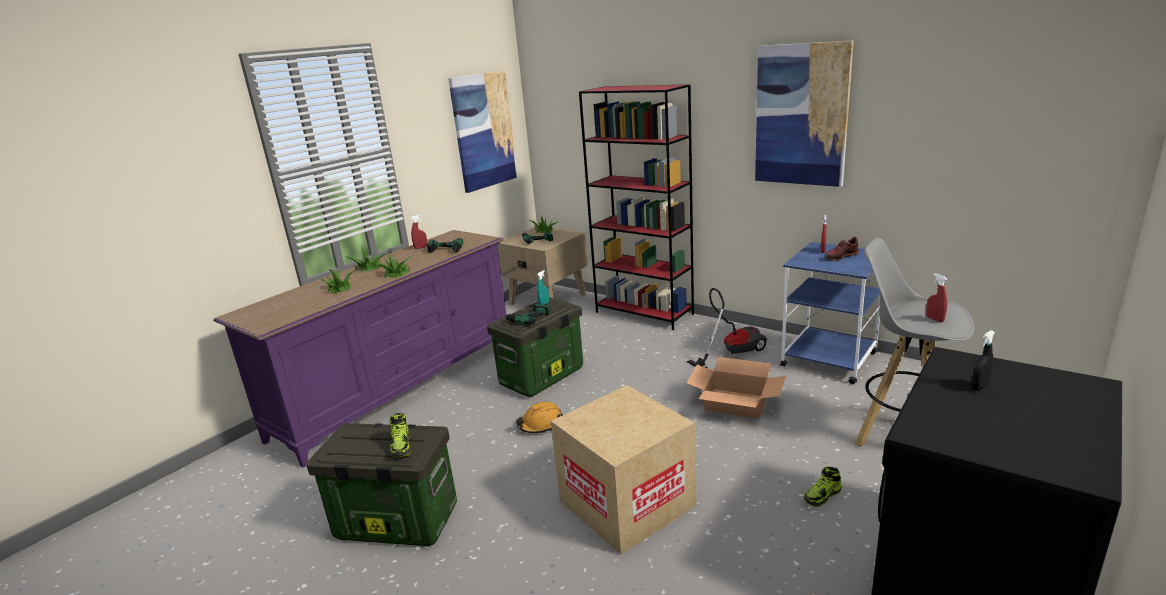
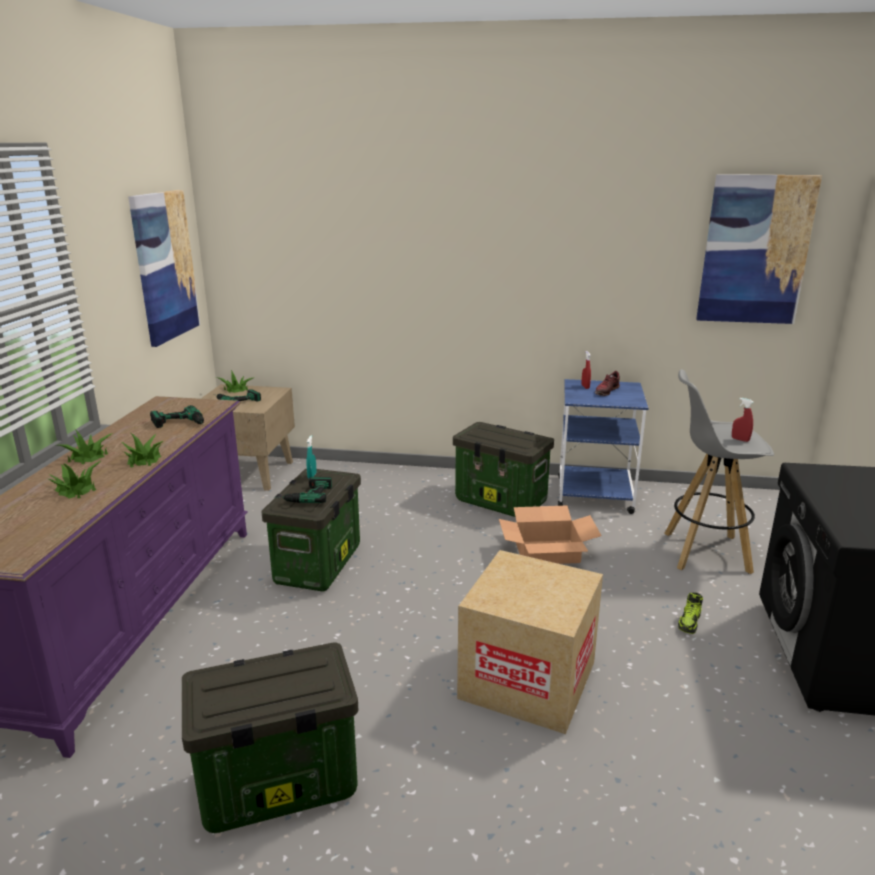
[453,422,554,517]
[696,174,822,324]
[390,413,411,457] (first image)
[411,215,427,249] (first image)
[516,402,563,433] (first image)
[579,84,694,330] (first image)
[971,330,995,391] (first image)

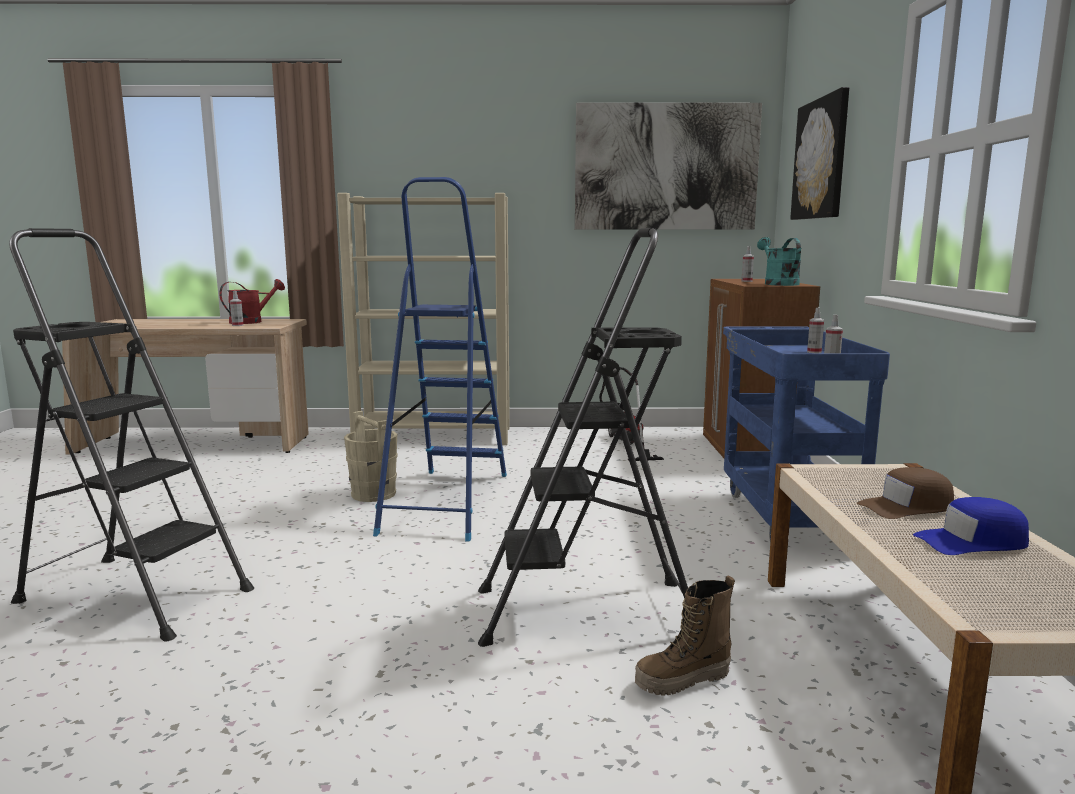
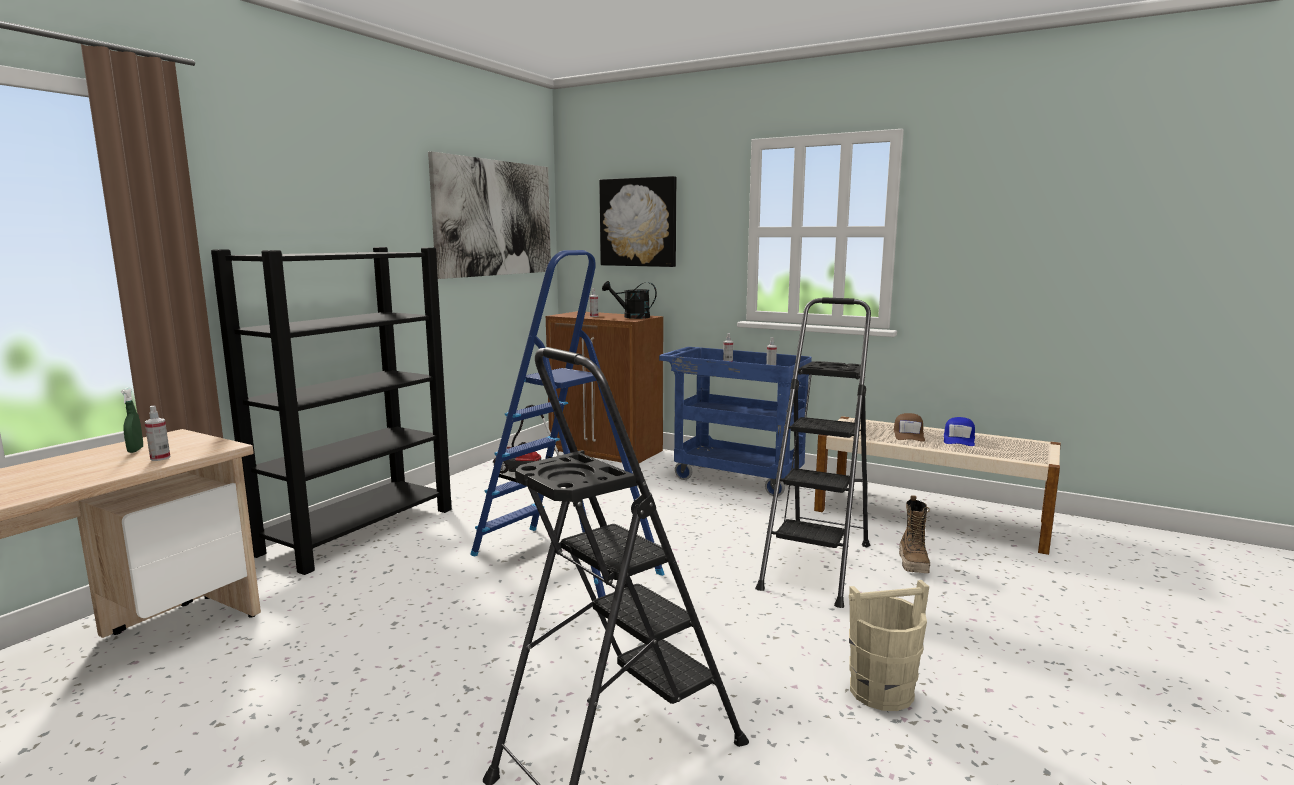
[121,387,143,453]
[211,247,452,575]
[602,281,657,319]
[849,580,929,711]

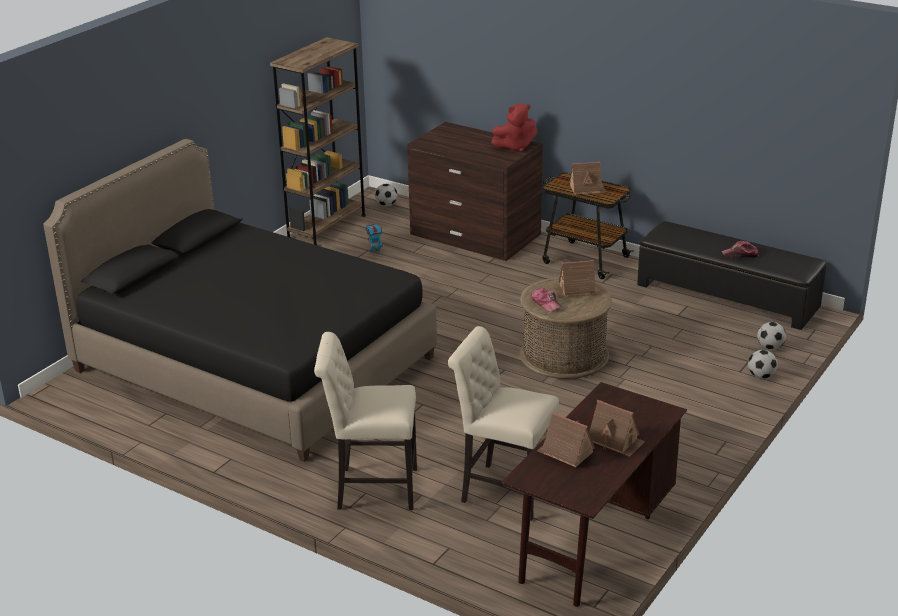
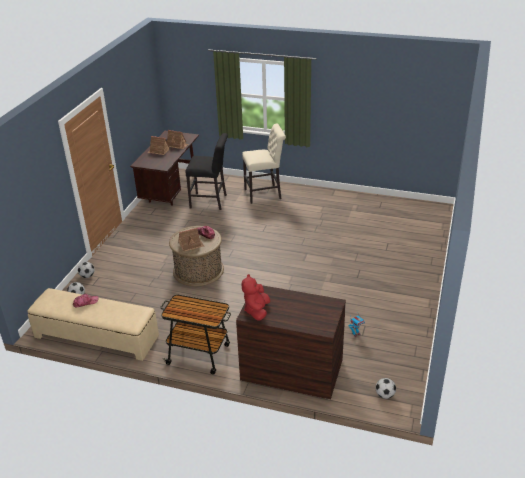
[27,288,159,361]
[185,133,228,210]
[241,274,270,321]
[43,139,437,462] (first image)
[270,37,366,246] (first image)
[569,162,607,195] (first image)

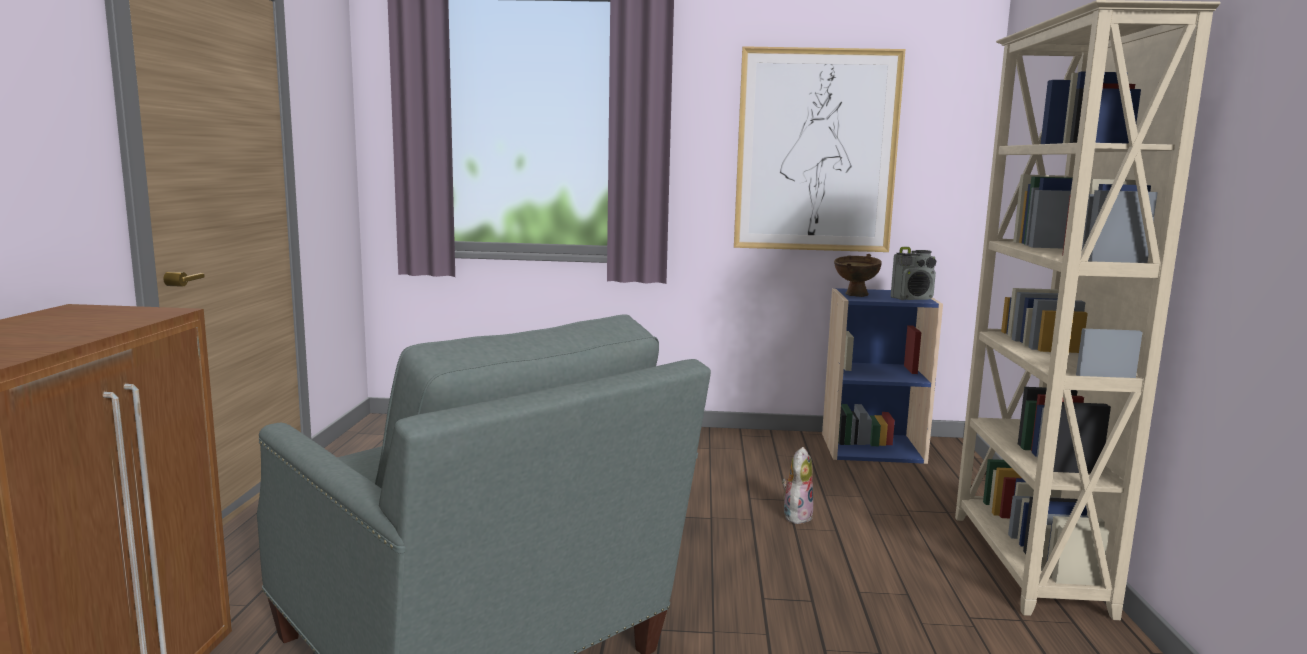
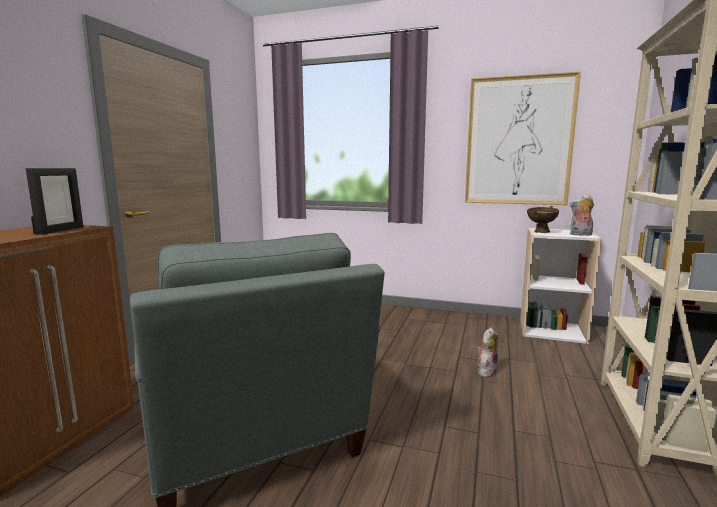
[26,168,83,235]
[520,228,602,344]
[569,194,594,236]

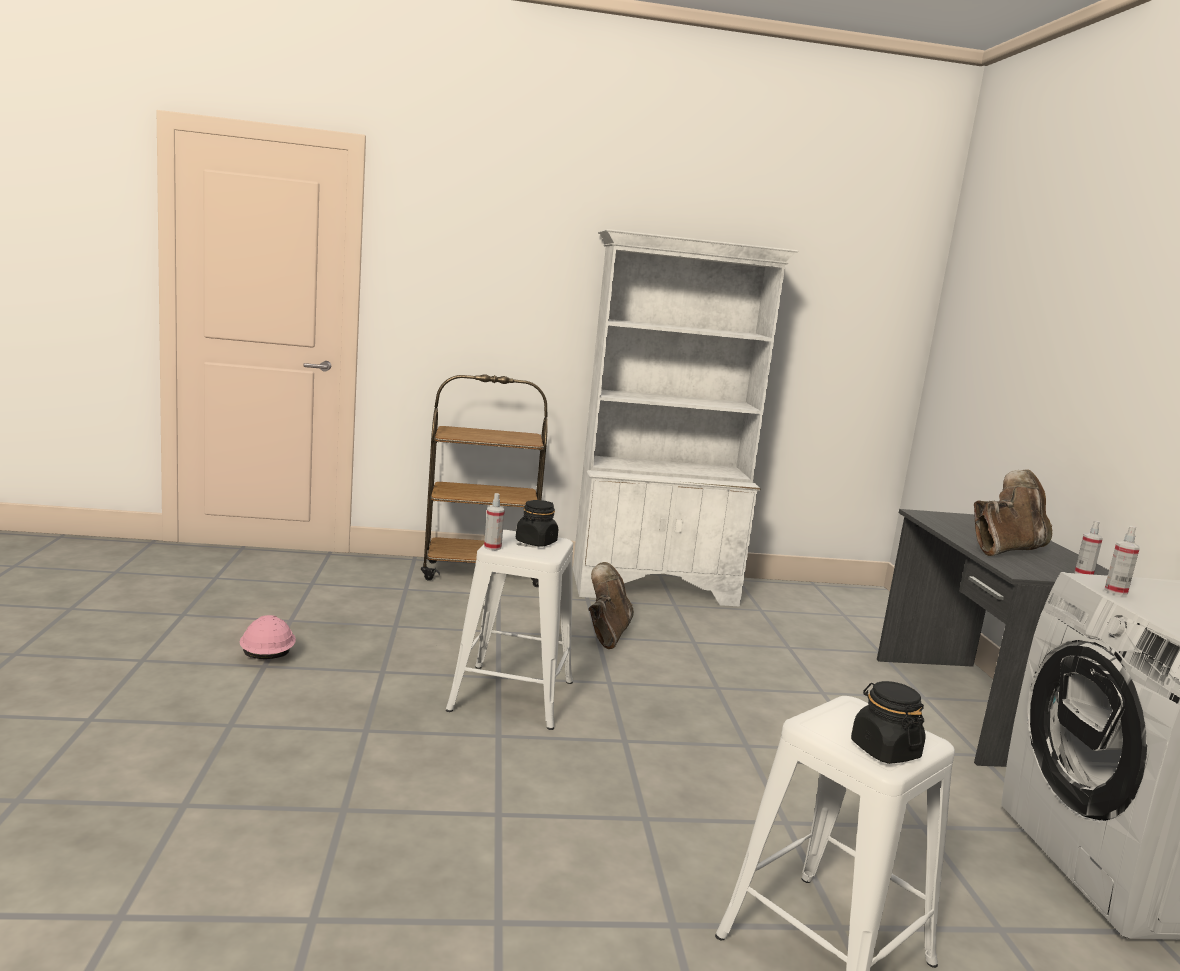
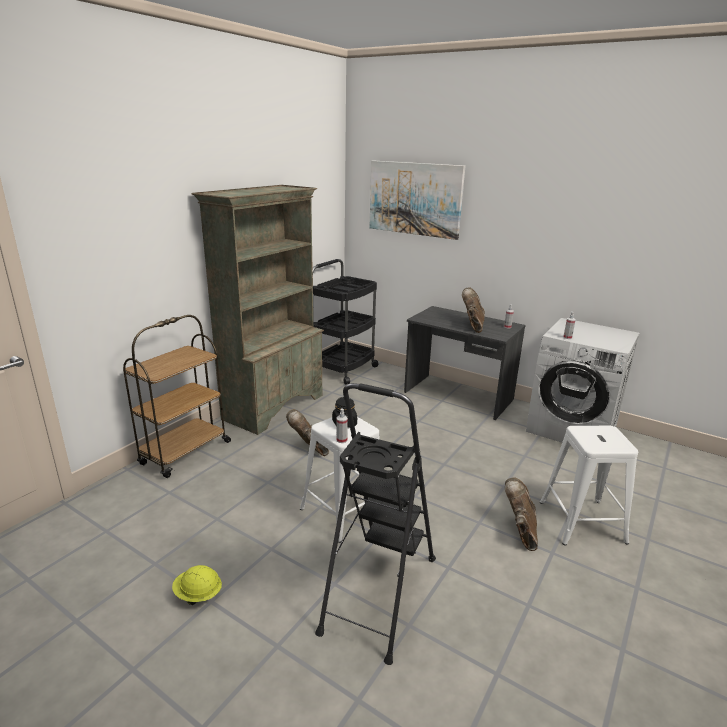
[172,565,222,605]
[191,185,324,435]
[312,259,378,385]
[315,383,436,665]
[369,160,465,240]
[505,477,538,551]
[851,681,925,764] (first image)

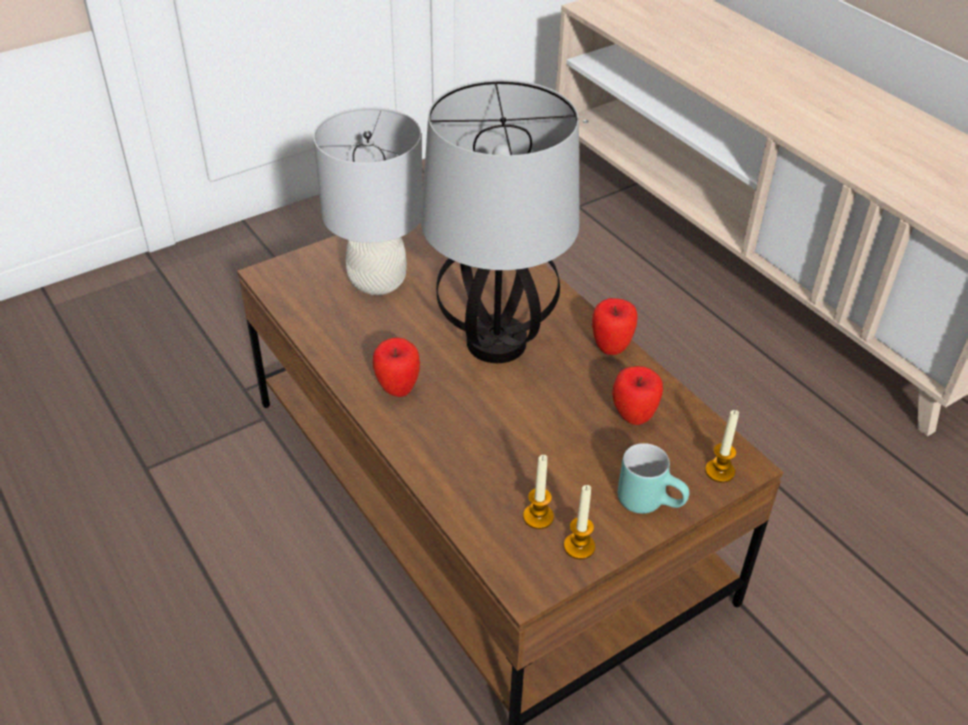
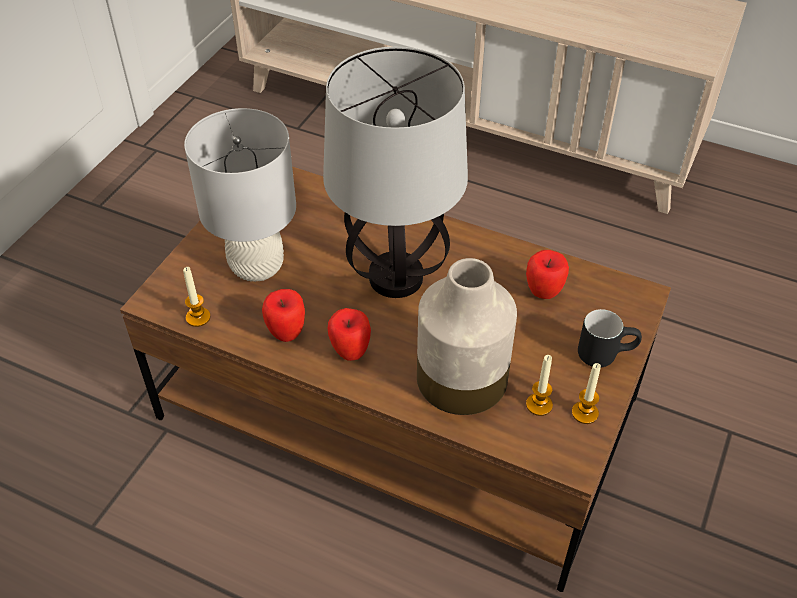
[183,267,211,327]
[262,289,305,342]
[417,258,517,415]
[578,309,642,368]

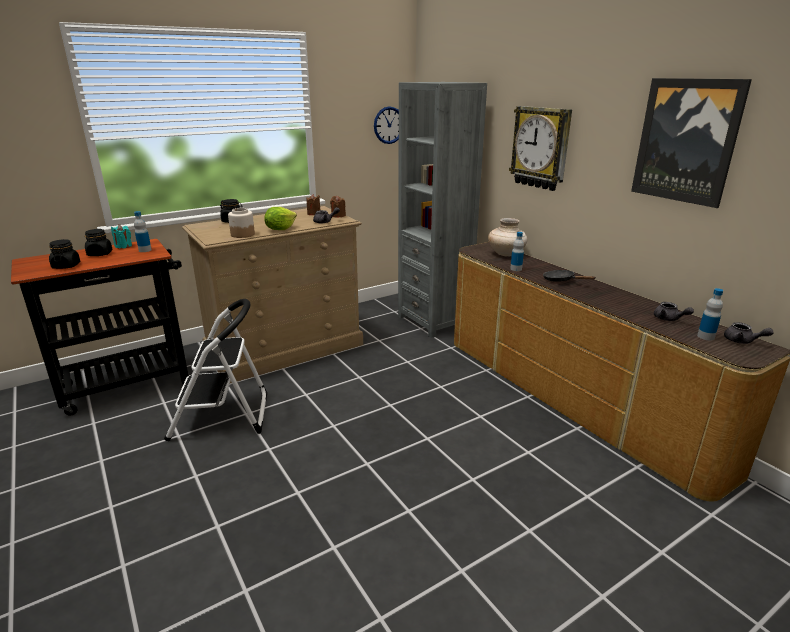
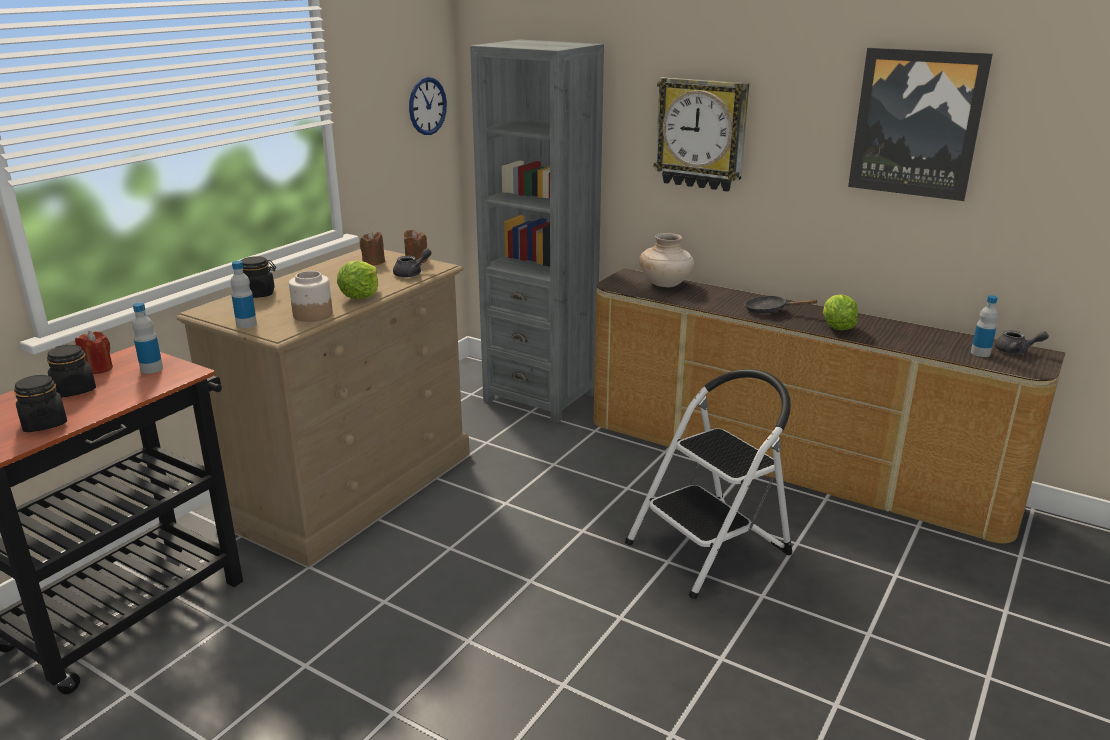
[75,331,113,374]
[231,261,257,328]
[625,369,792,599]
[823,294,858,330]
[654,302,694,321] (first image)

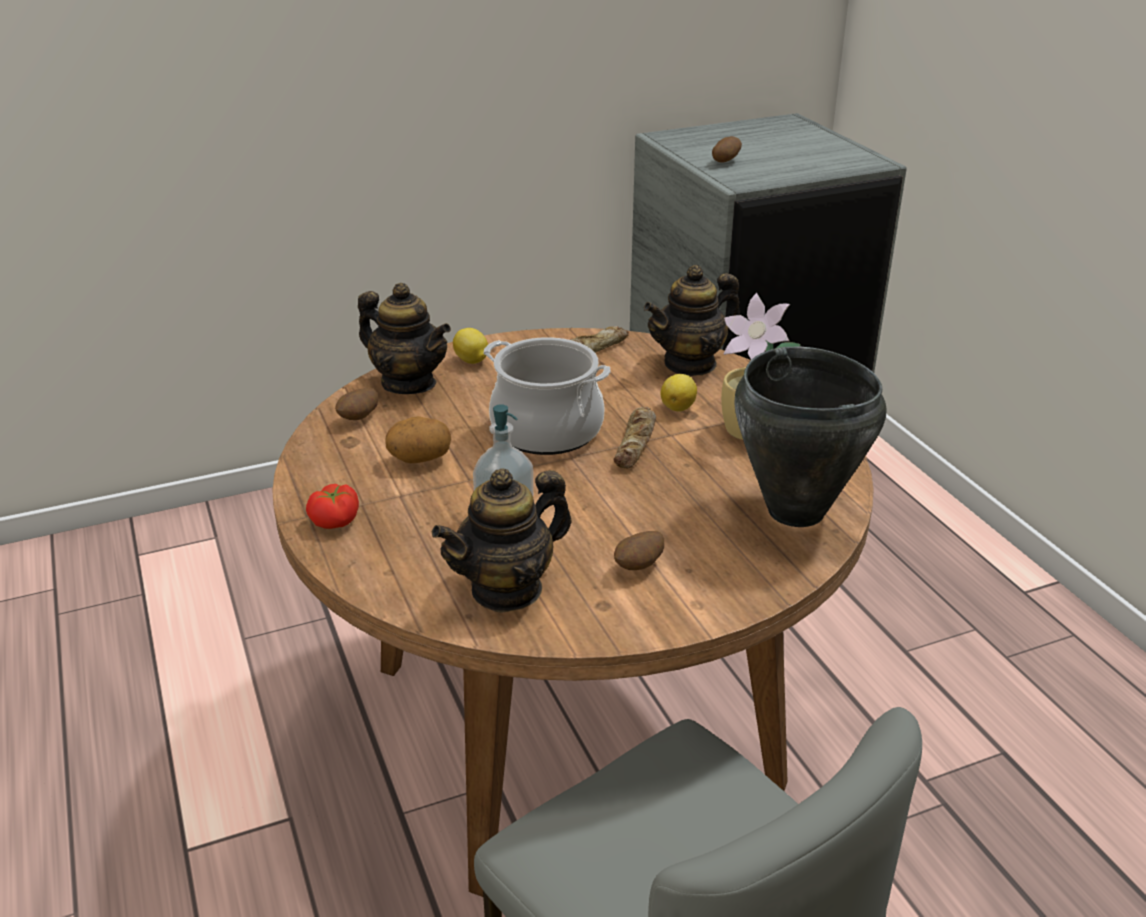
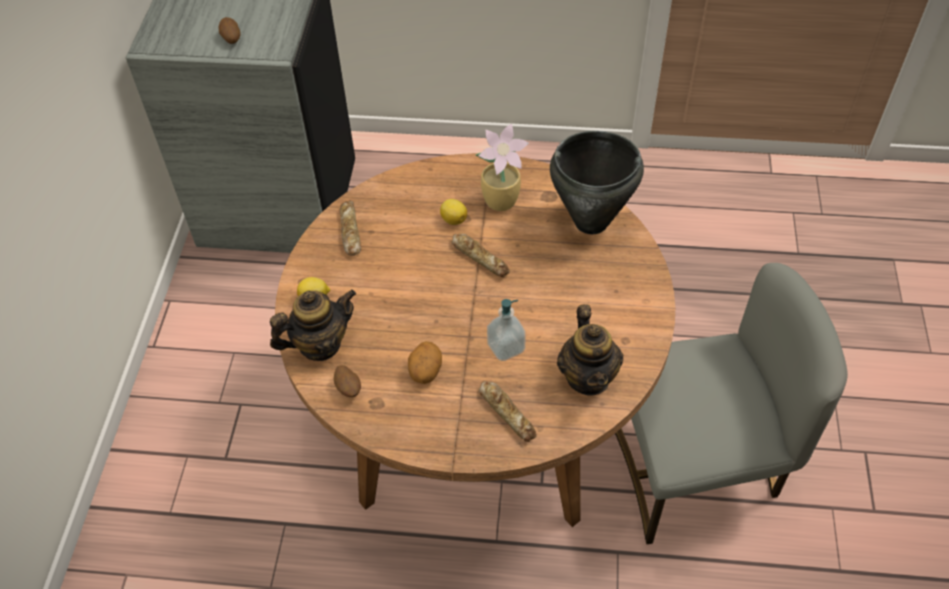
[479,381,537,442]
[306,484,359,529] (first image)
[484,337,611,455] (first image)
[614,531,664,570] (first image)
[644,265,740,376] (first image)

